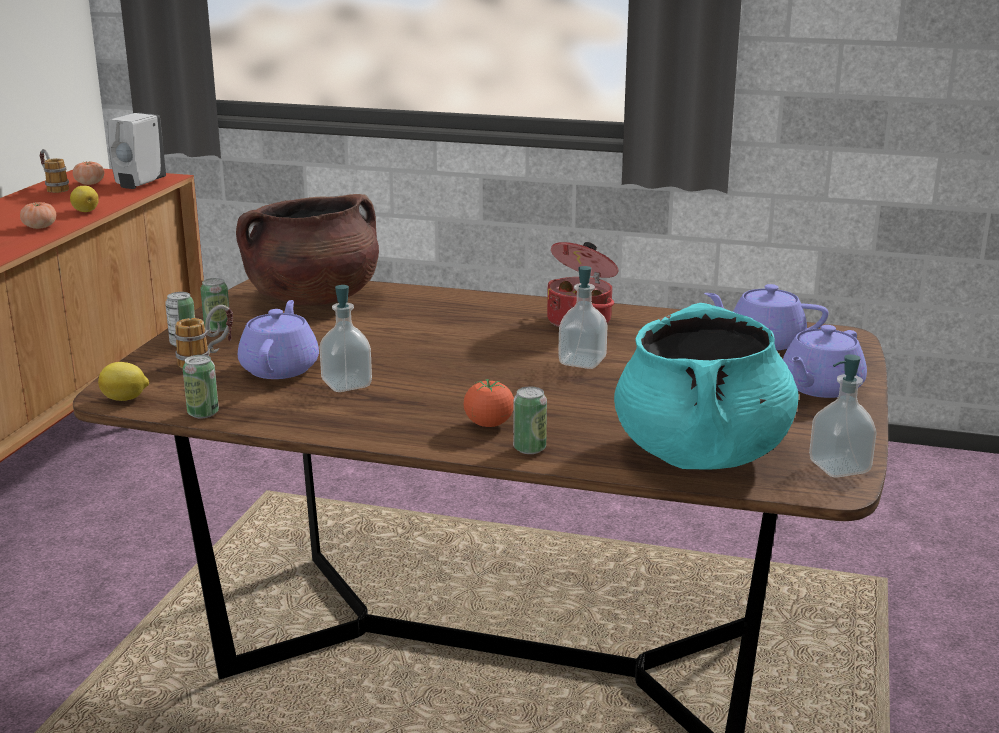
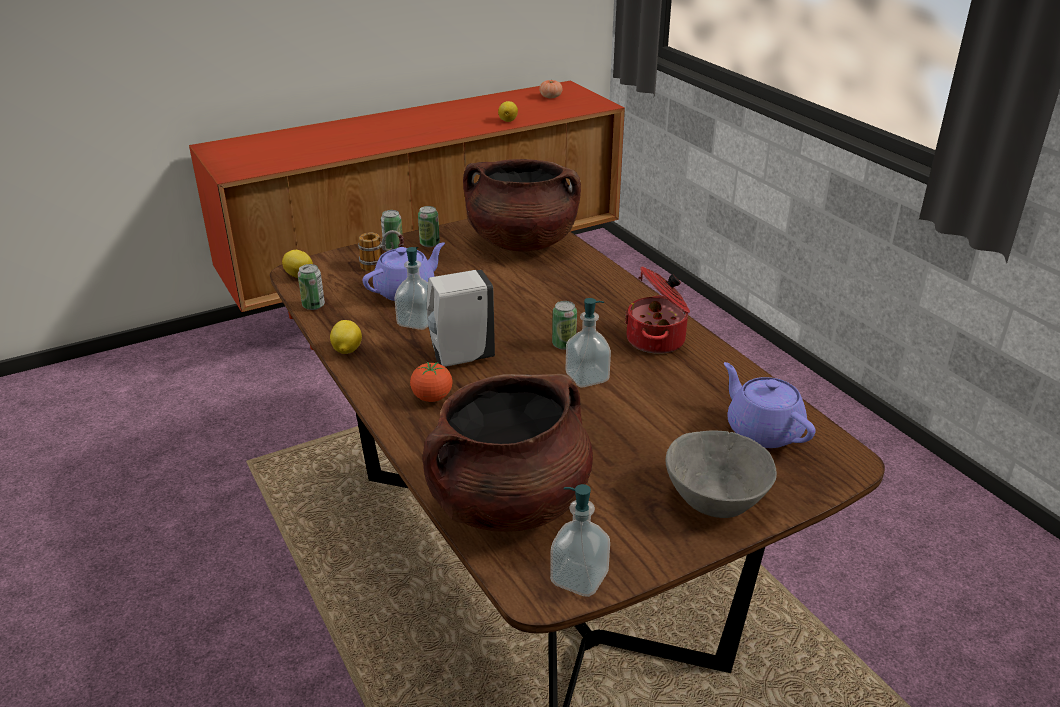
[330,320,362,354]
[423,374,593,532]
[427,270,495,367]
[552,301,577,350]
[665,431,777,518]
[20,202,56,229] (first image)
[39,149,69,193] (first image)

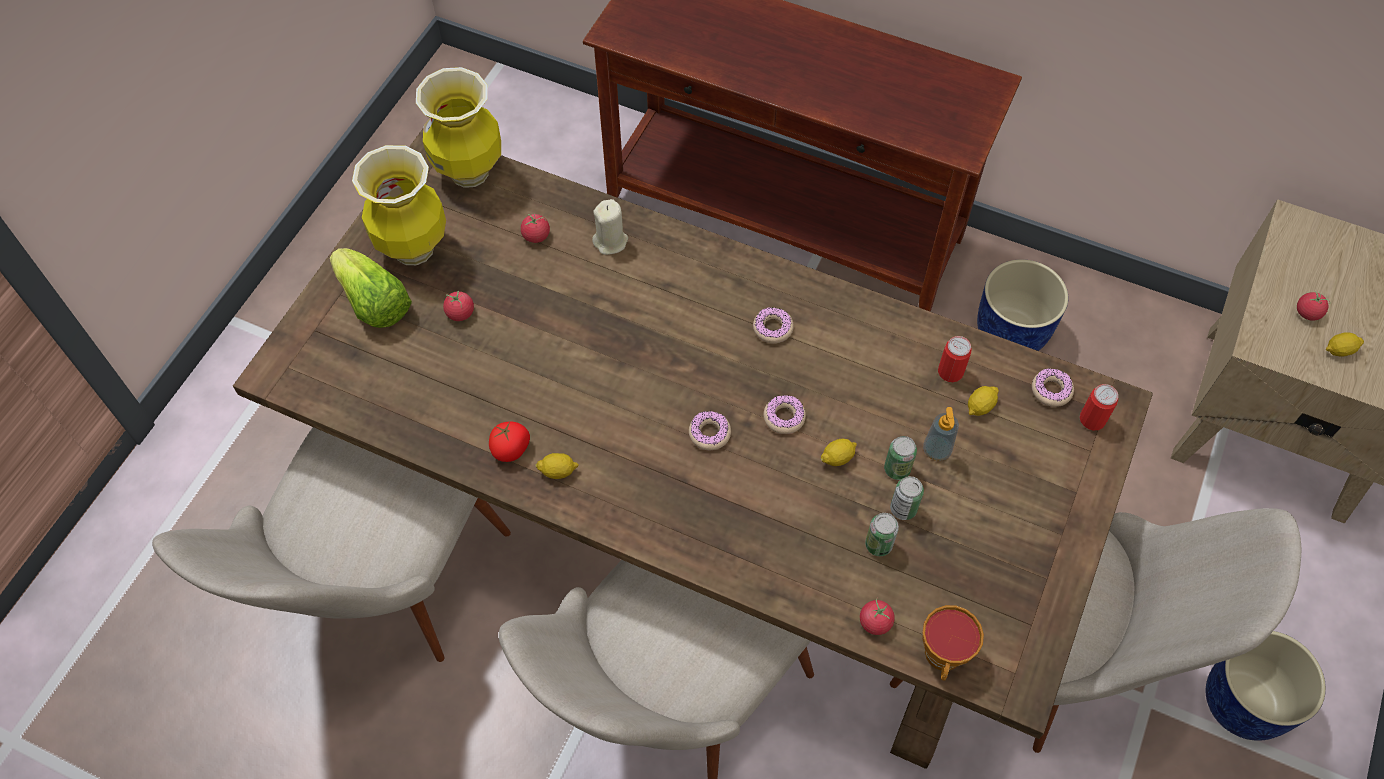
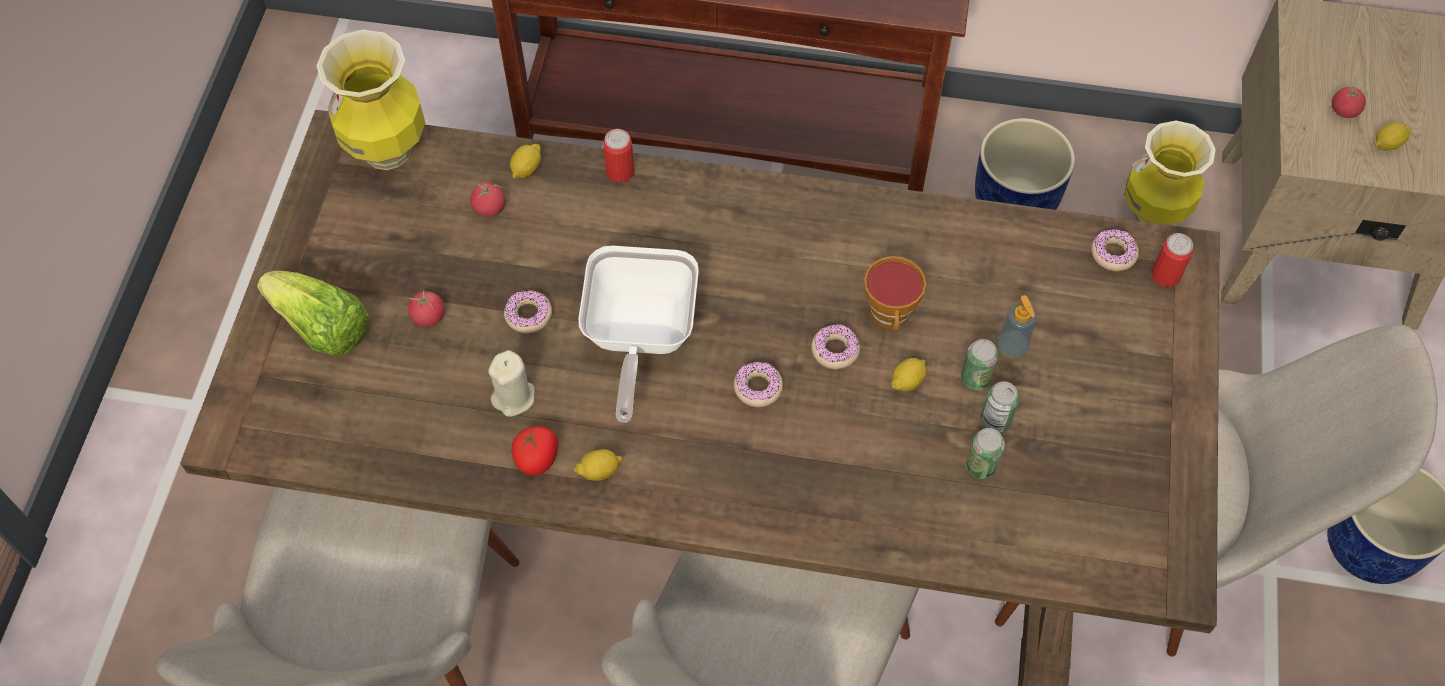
[488,350,535,417]
[504,290,552,333]
[510,144,541,179]
[578,246,699,423]
[603,129,634,183]
[864,256,926,331]
[1124,121,1216,225]
[860,598,895,635] (first image)

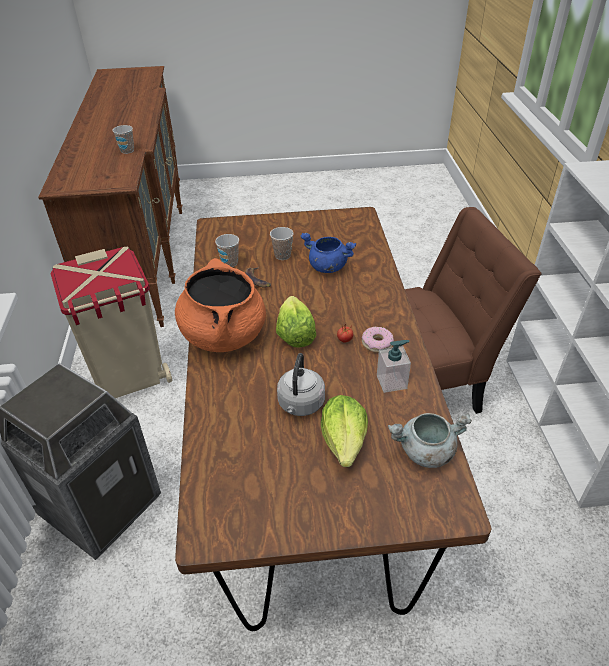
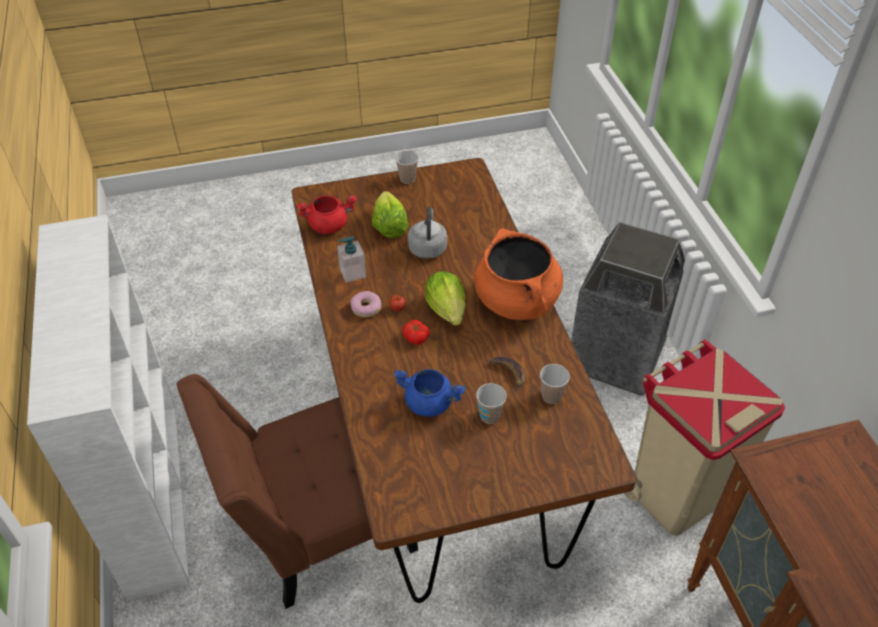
[296,195,357,234]
[395,150,419,184]
[402,320,430,345]

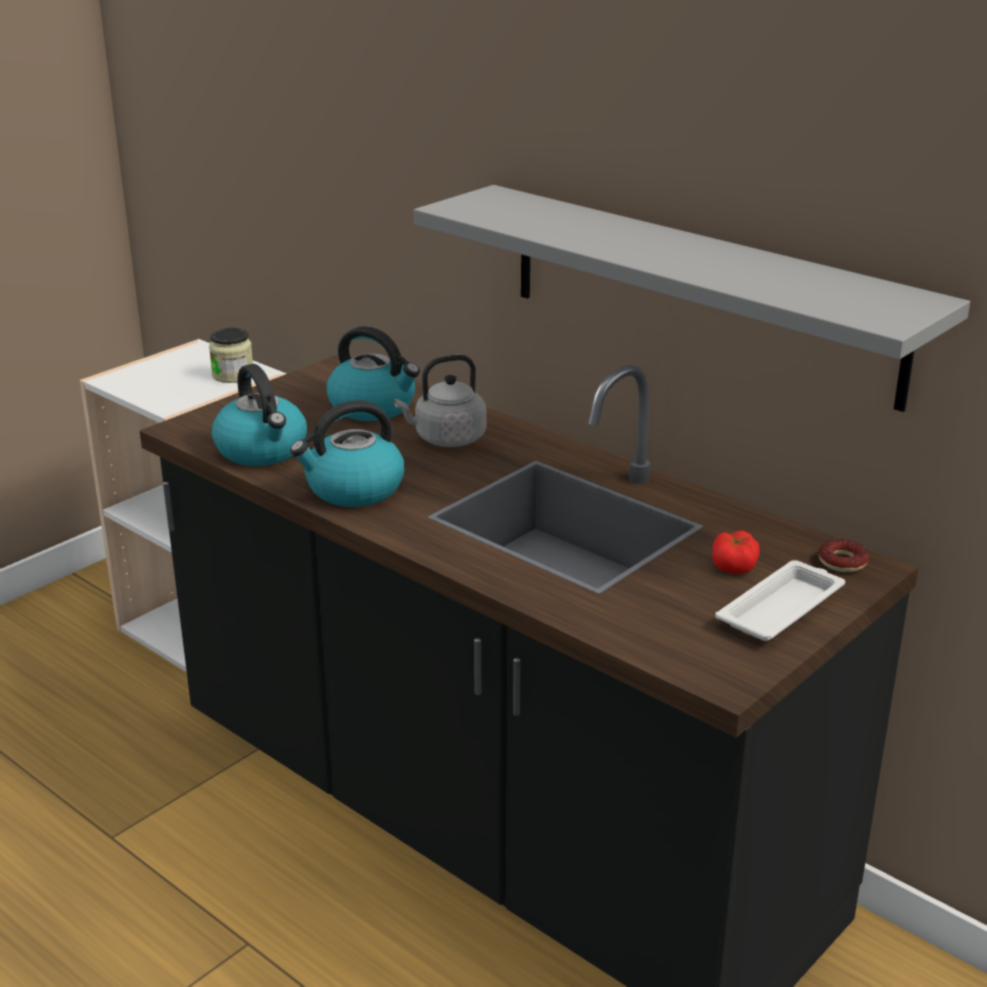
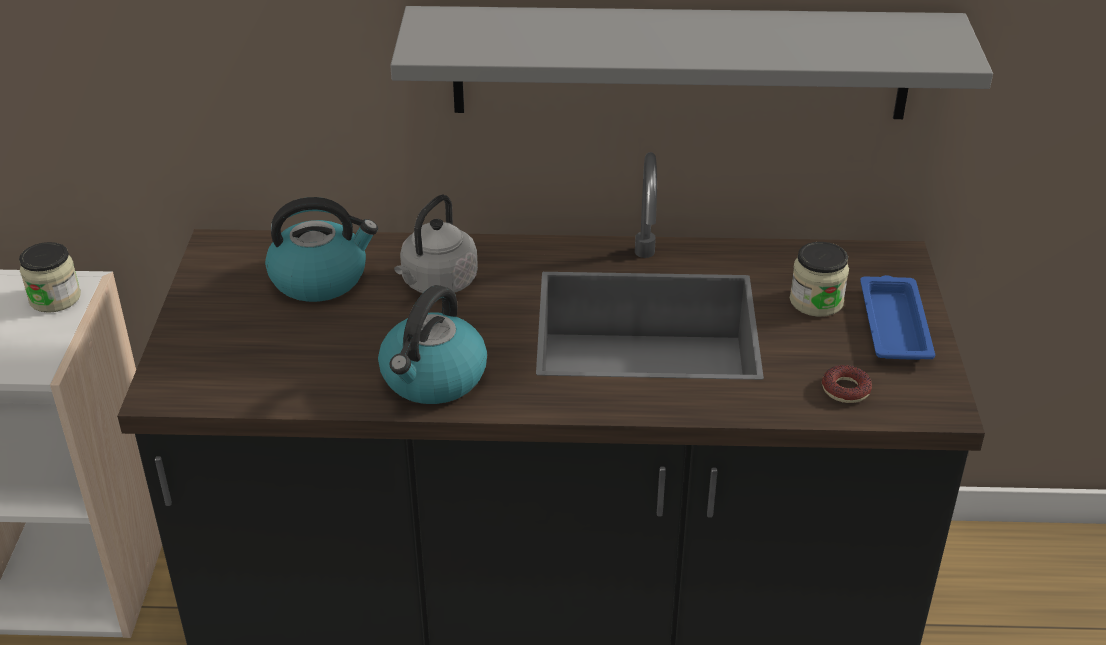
[790,242,849,317]
[822,365,872,403]
[860,275,936,360]
[212,364,307,466] (first image)

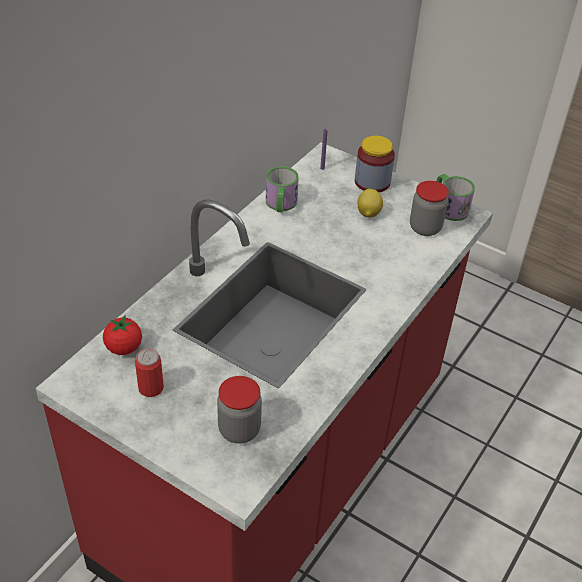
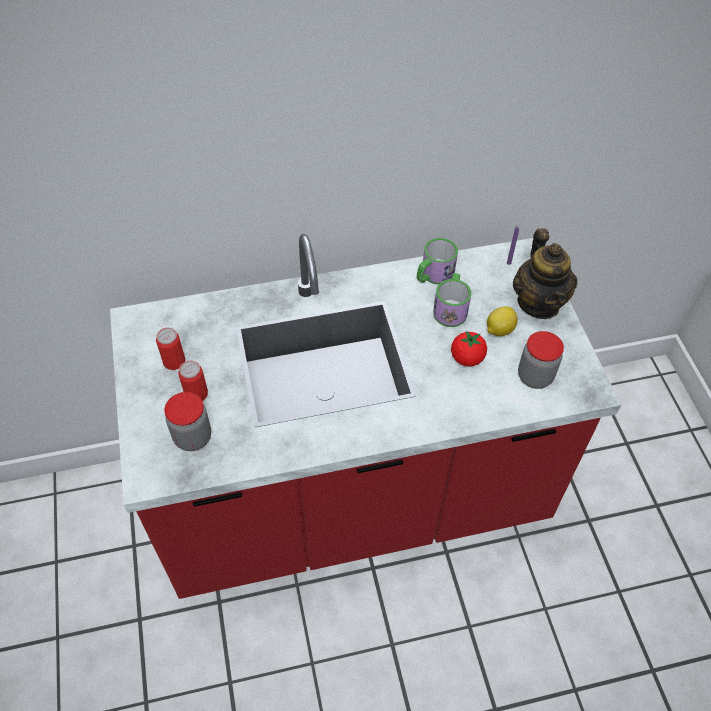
[179,361,208,401]
[433,273,471,327]
[451,330,487,367]
[513,228,577,319]

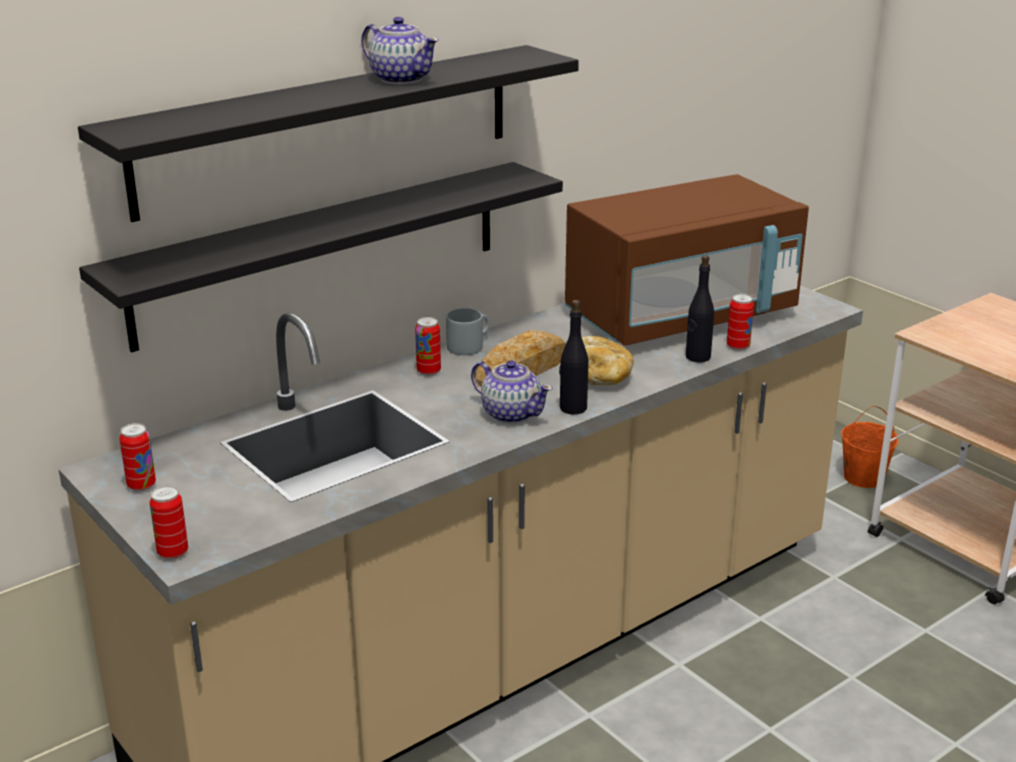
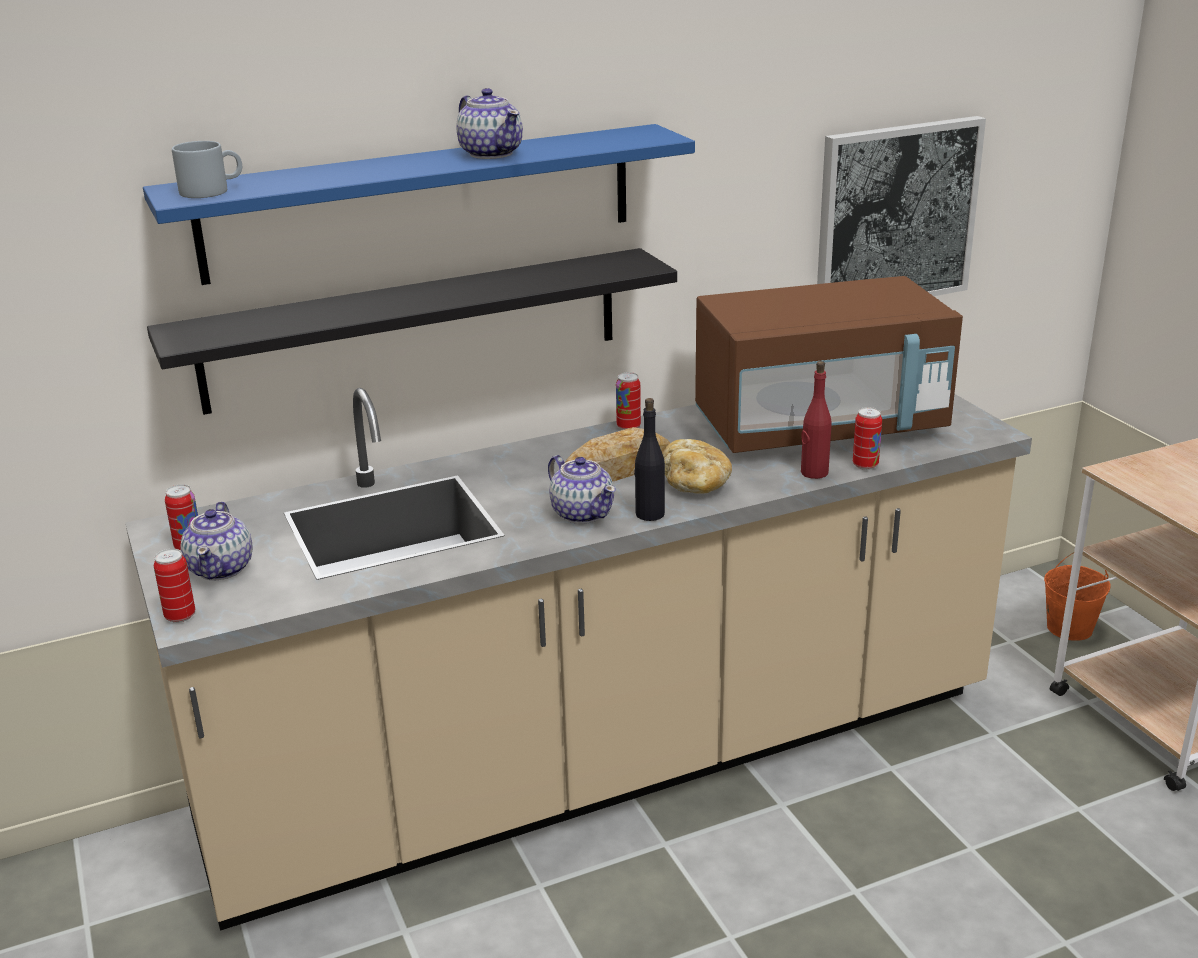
[143,124,695,285]
[172,141,242,198]
[180,501,252,580]
[616,372,641,430]
[801,361,832,479]
[817,116,986,296]

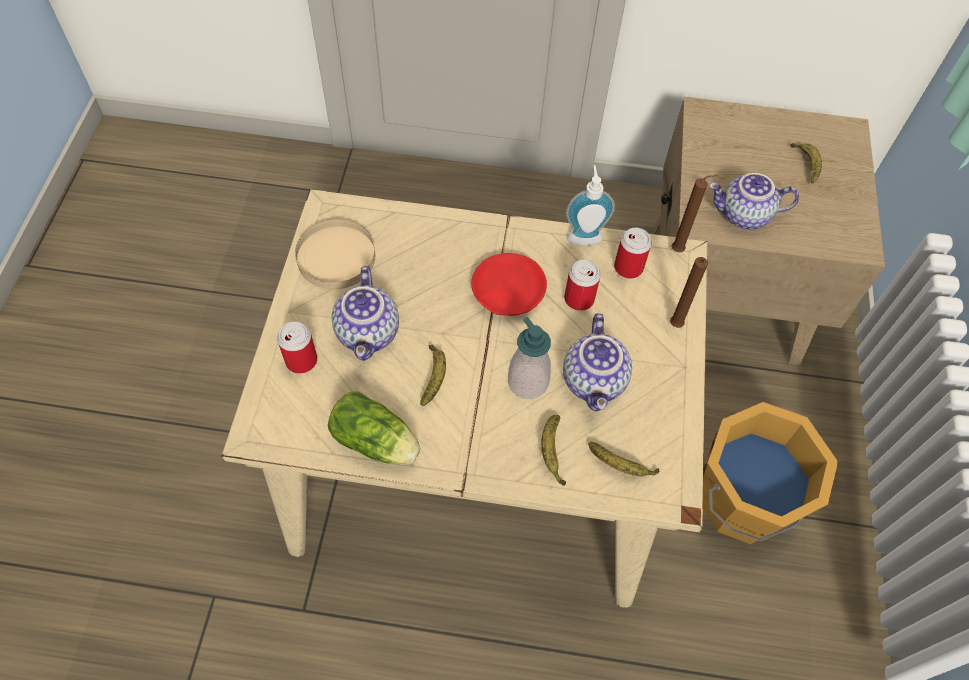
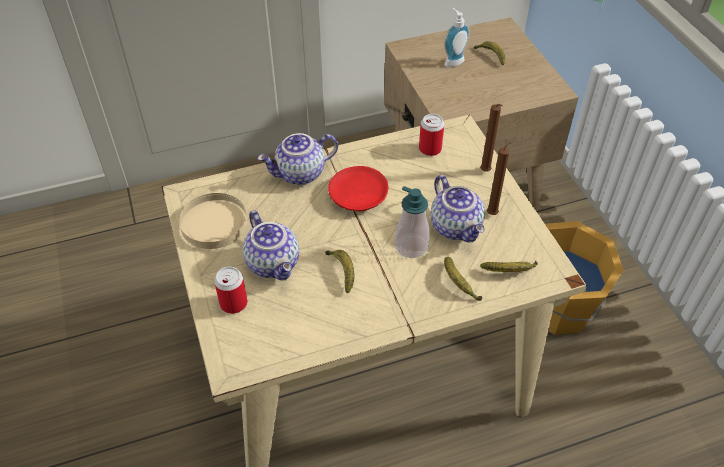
[257,133,338,185]
[444,8,470,67]
[487,139,515,215]
[328,391,420,465] (first image)
[564,259,601,311] (first image)

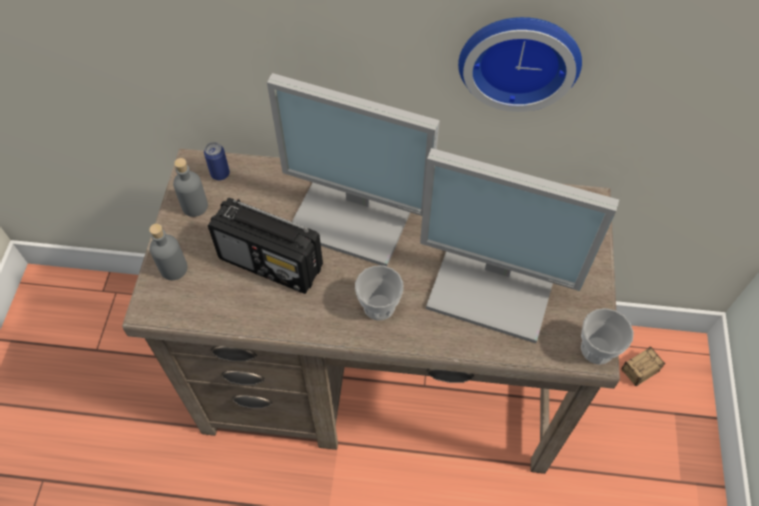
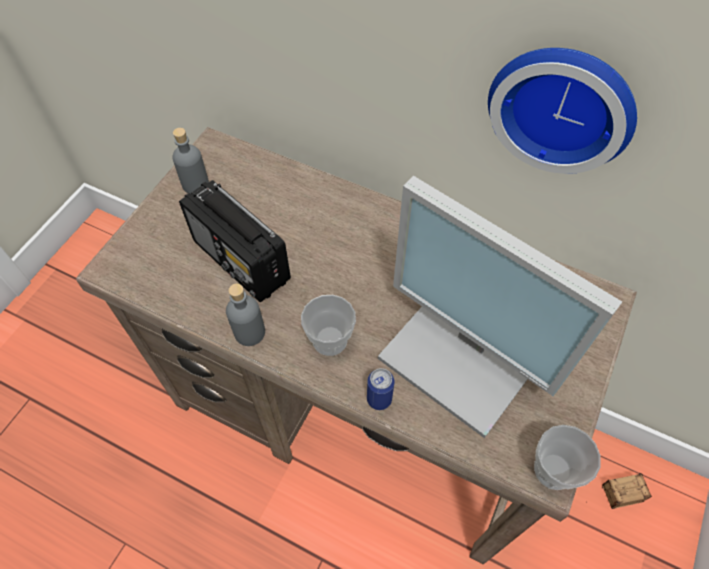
[226,283,265,346]
[367,368,395,410]
[267,73,440,267] (first image)

